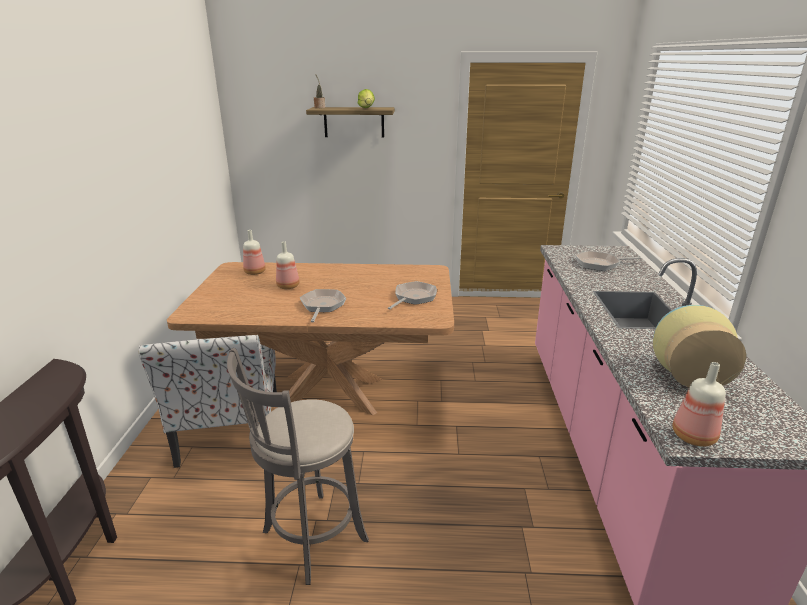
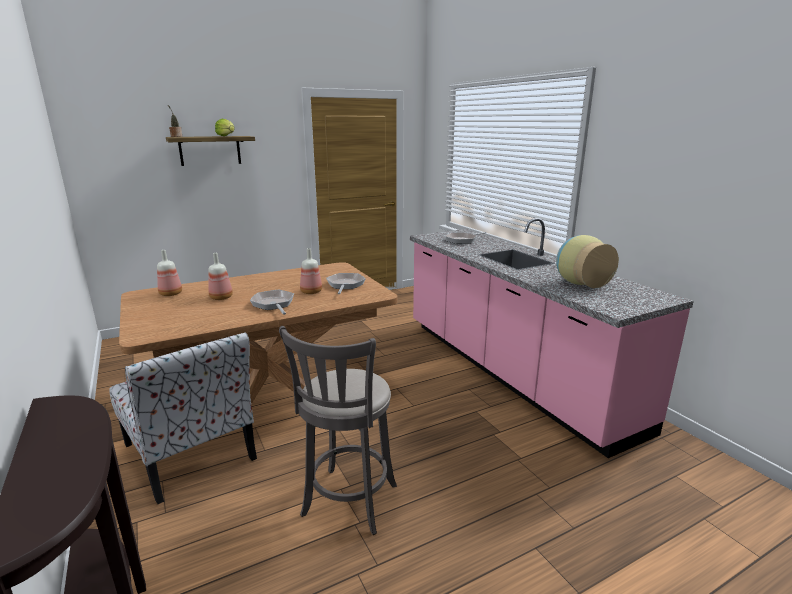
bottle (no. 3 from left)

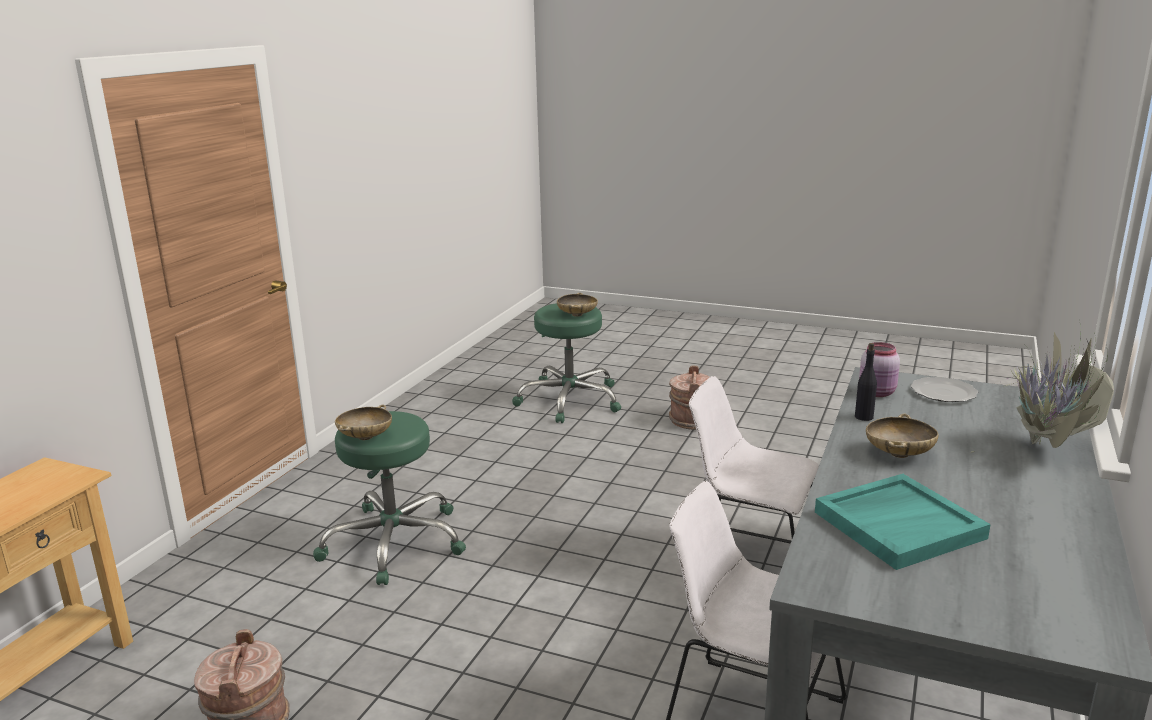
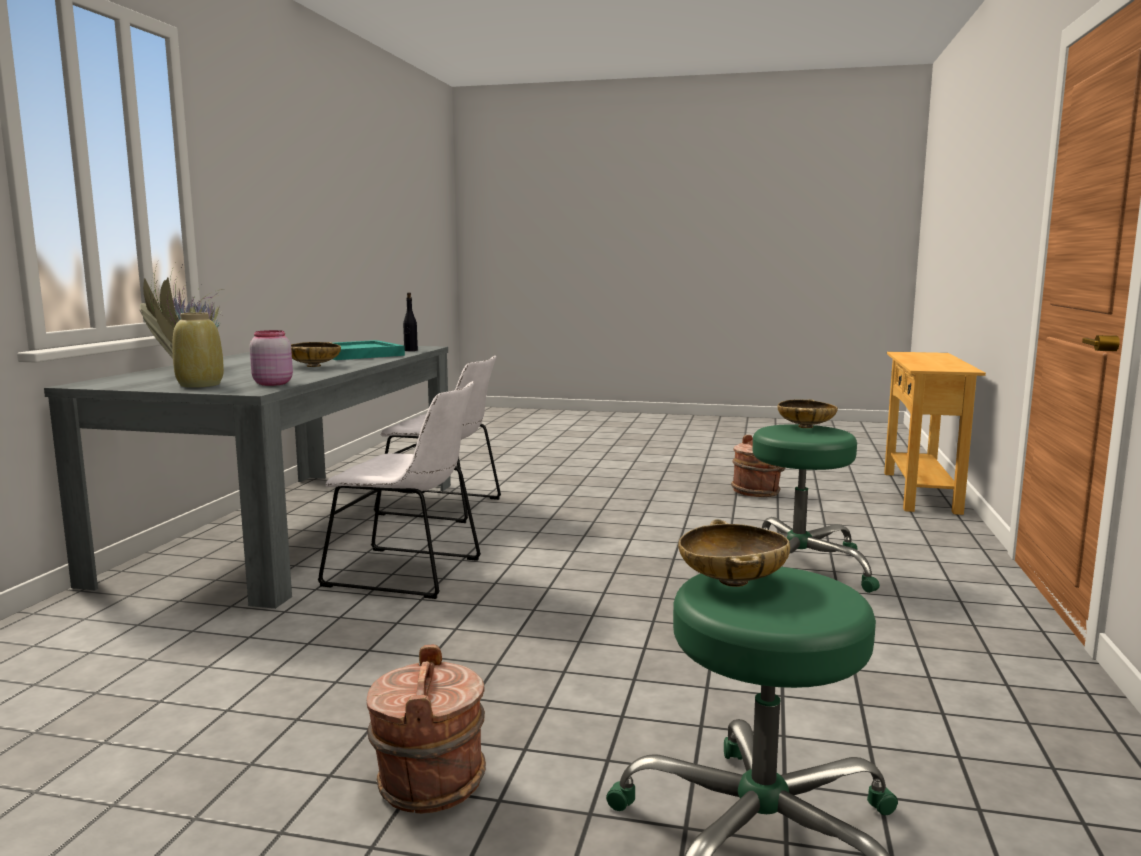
black bottle
beige vase

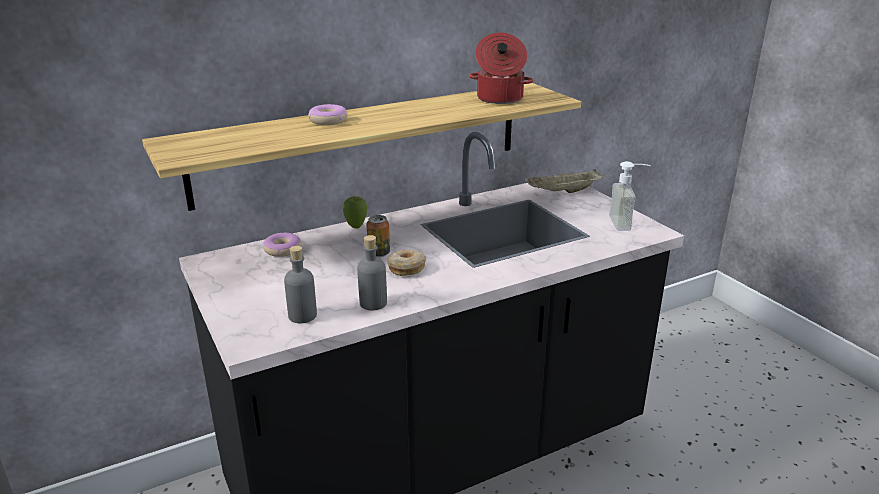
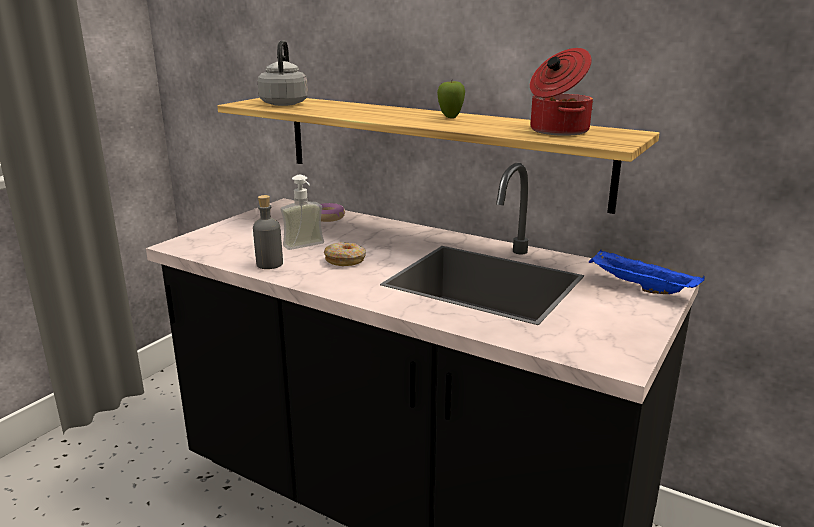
donut (no. 2 from left in the first image)
soap dispenser
blue tray
apple
can
grey bottle (no. 1 from left in the first image)
grey kettle

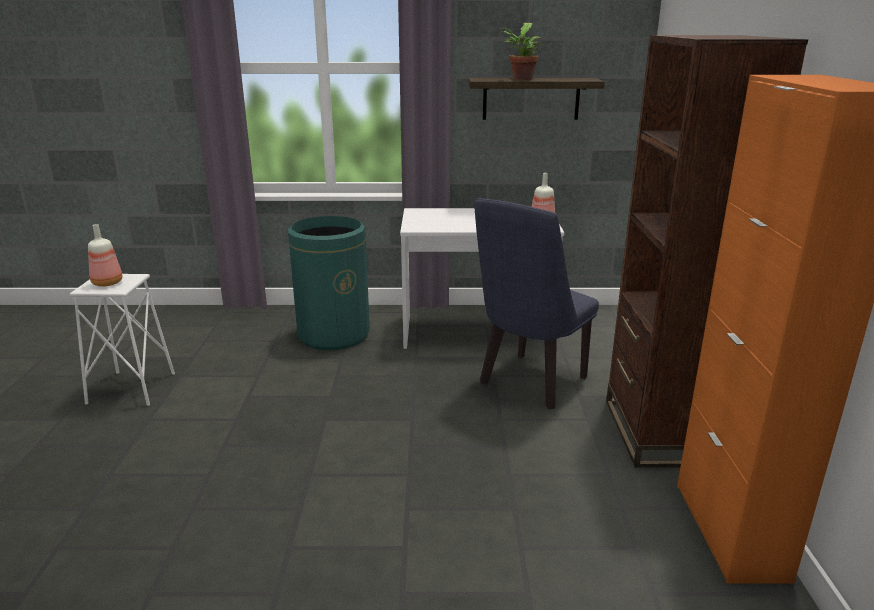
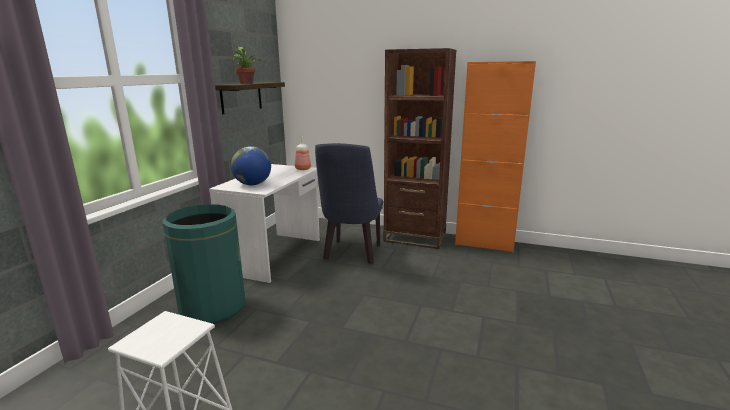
blue chair
bottle (no. 1 from left in the first image)
globe

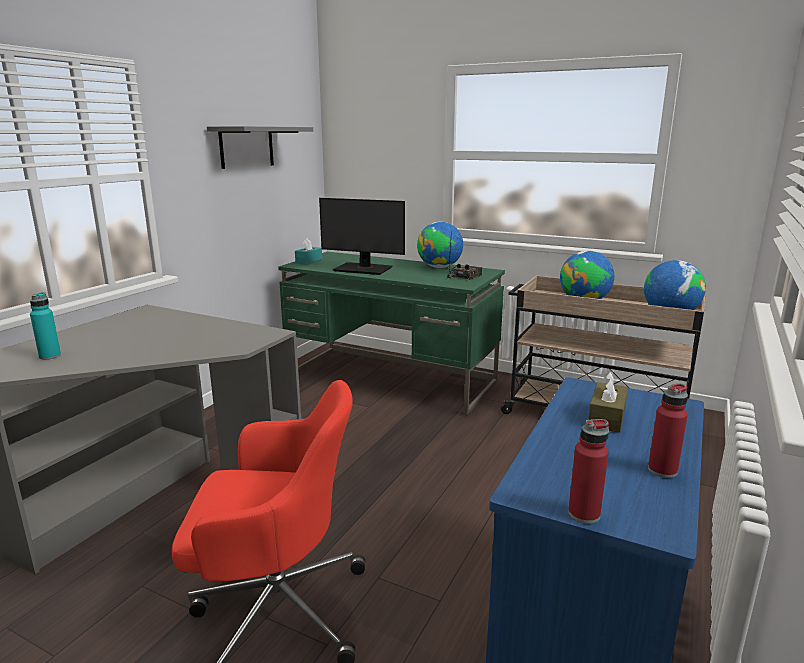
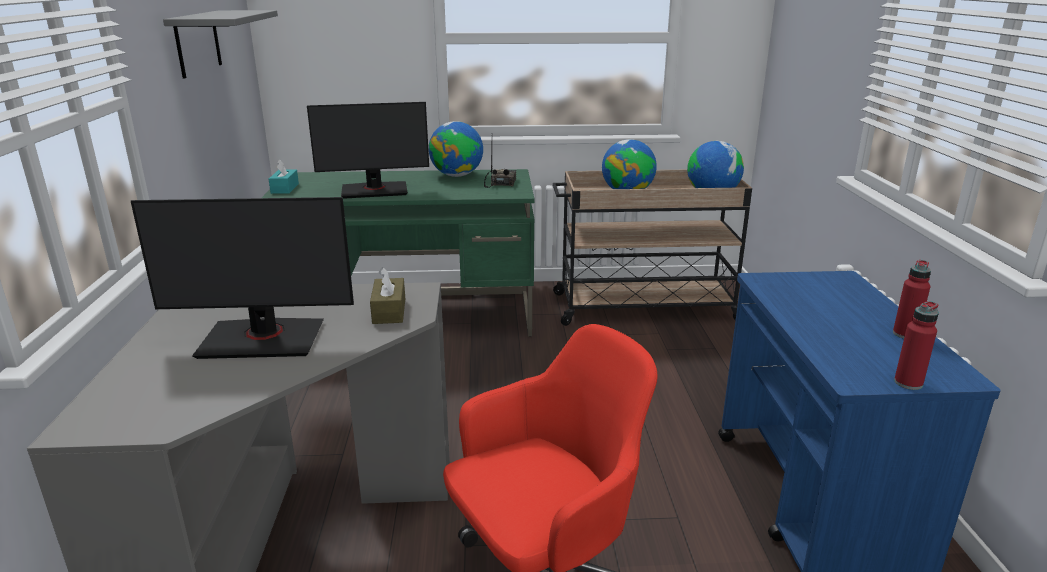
turquoise bottle
brown tissue box
monitor (no. 1 from left)

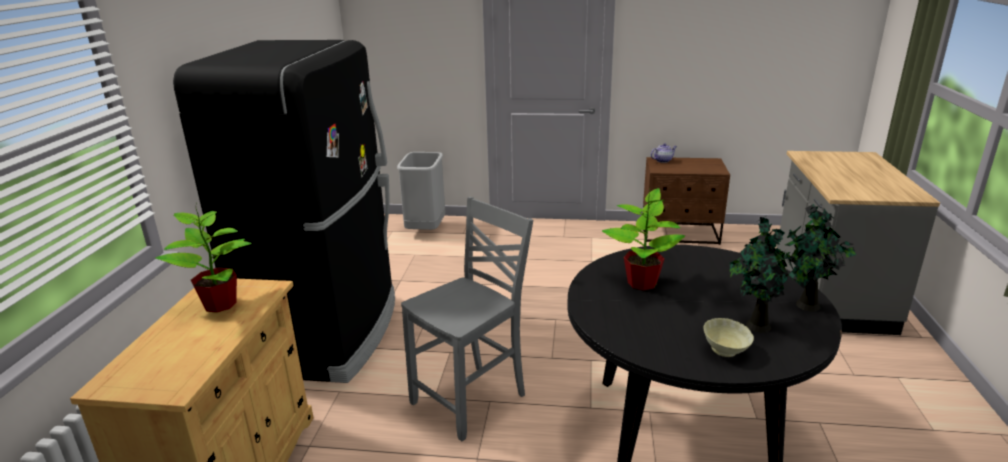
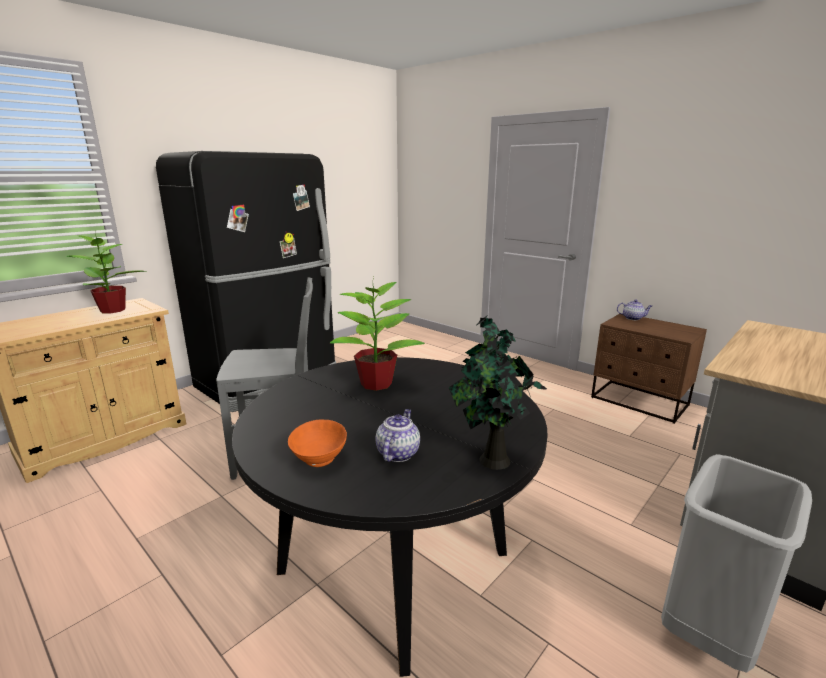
grey trash can
teapot (no. 1 from left)
orange bowl

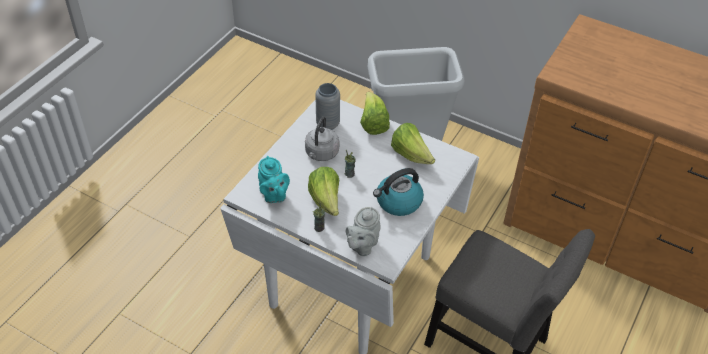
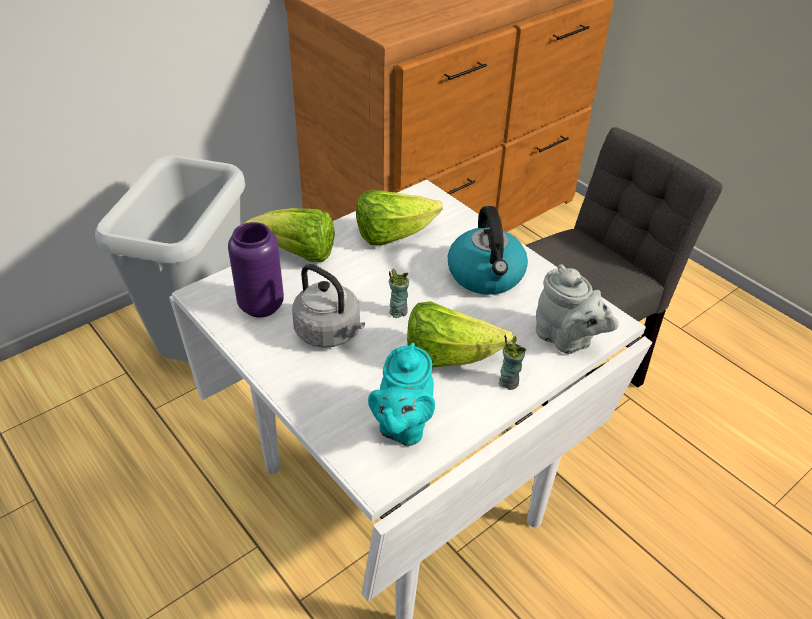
purple vase
turquoise teapot

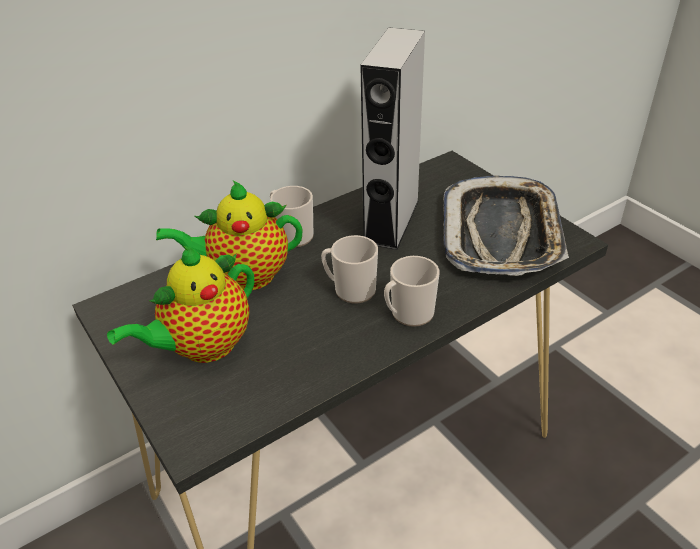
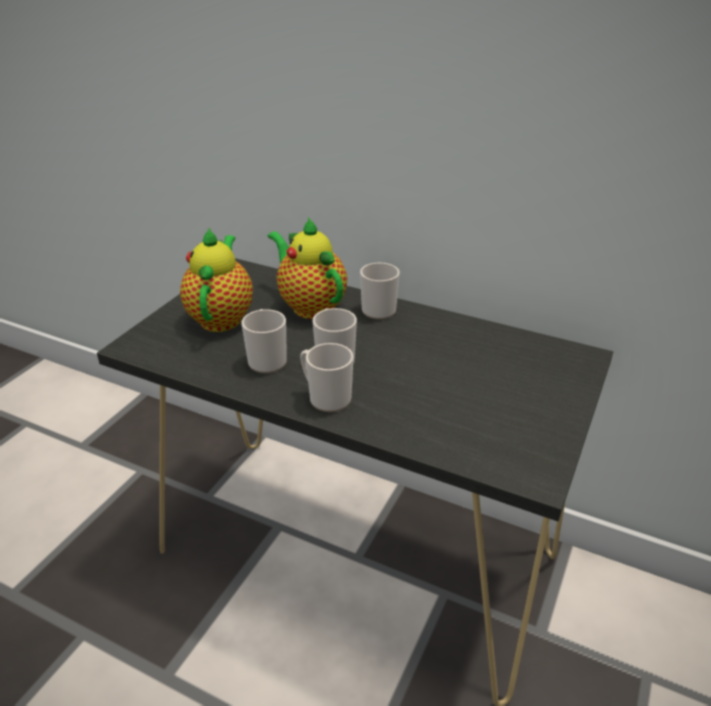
grey speaker
tray
teapot (no. 1 from left)
mug (no. 1 from left)

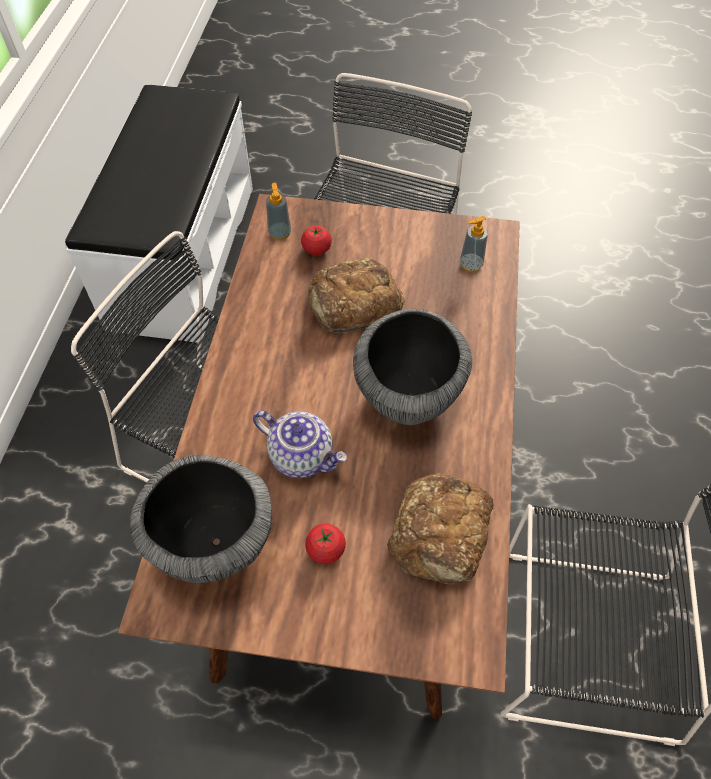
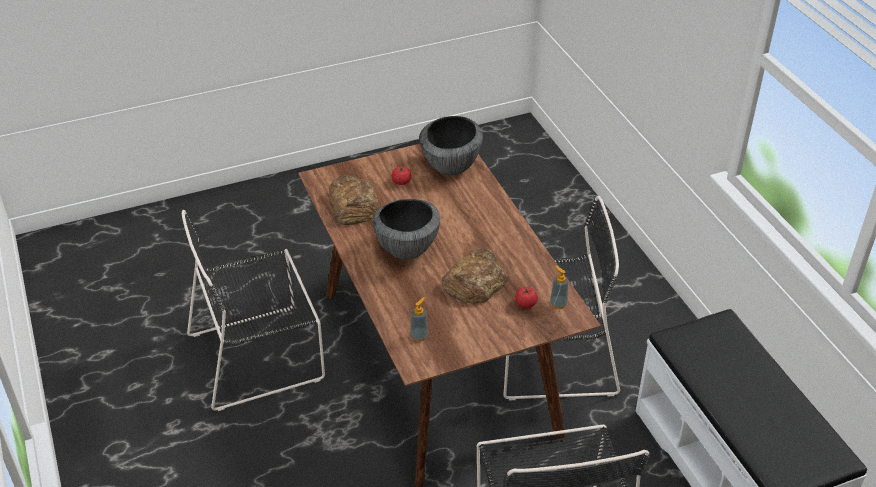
teapot

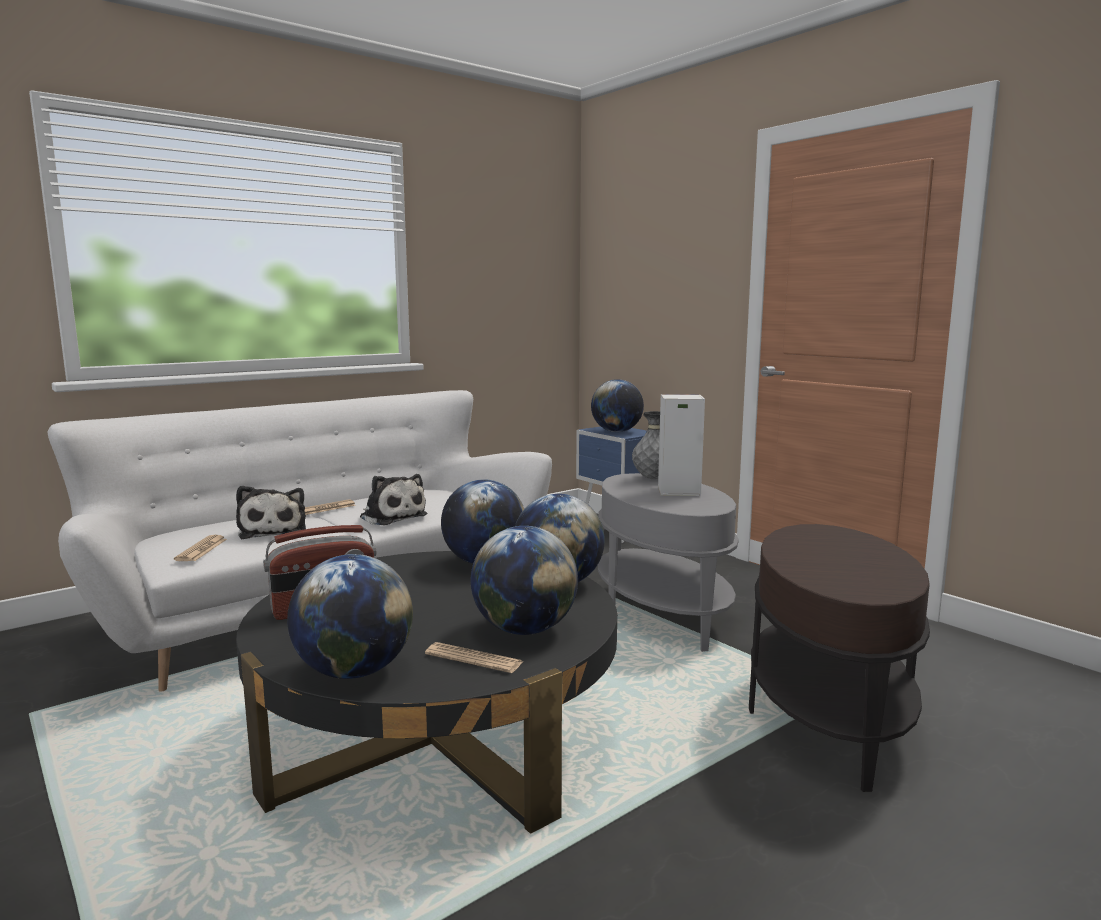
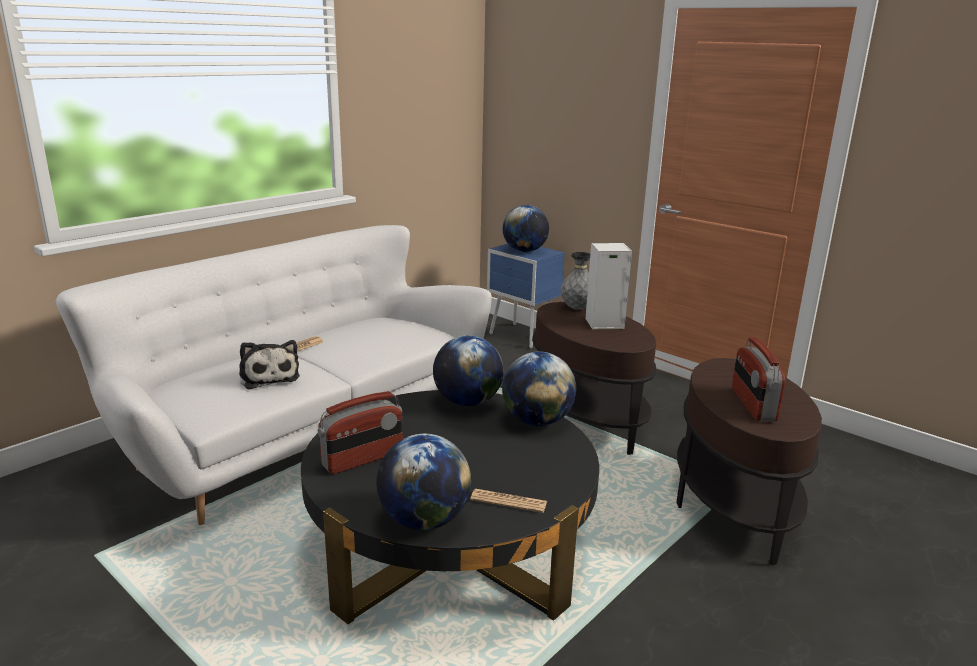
brown side table (no. 1 from left)
plush toy (no. 2 from left in the first image)
globe (no. 3 from left in the first image)
newspaper (no. 1 from left in the first image)
radio (no. 2 from left)

